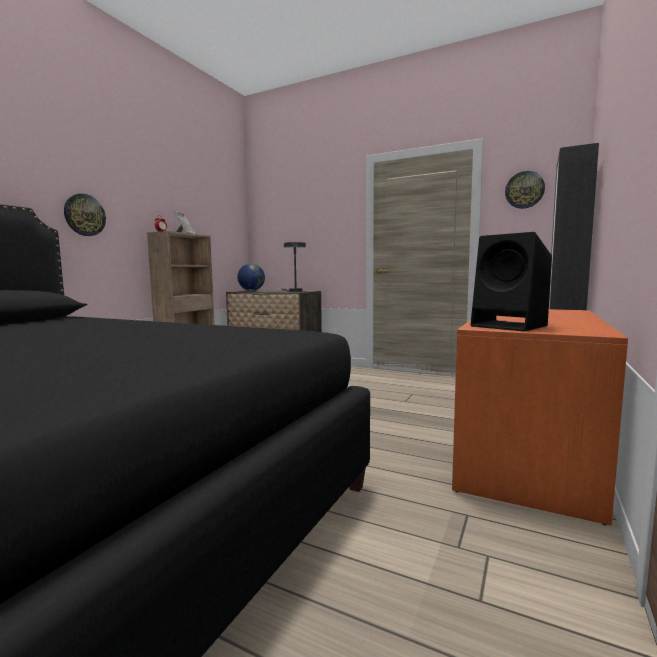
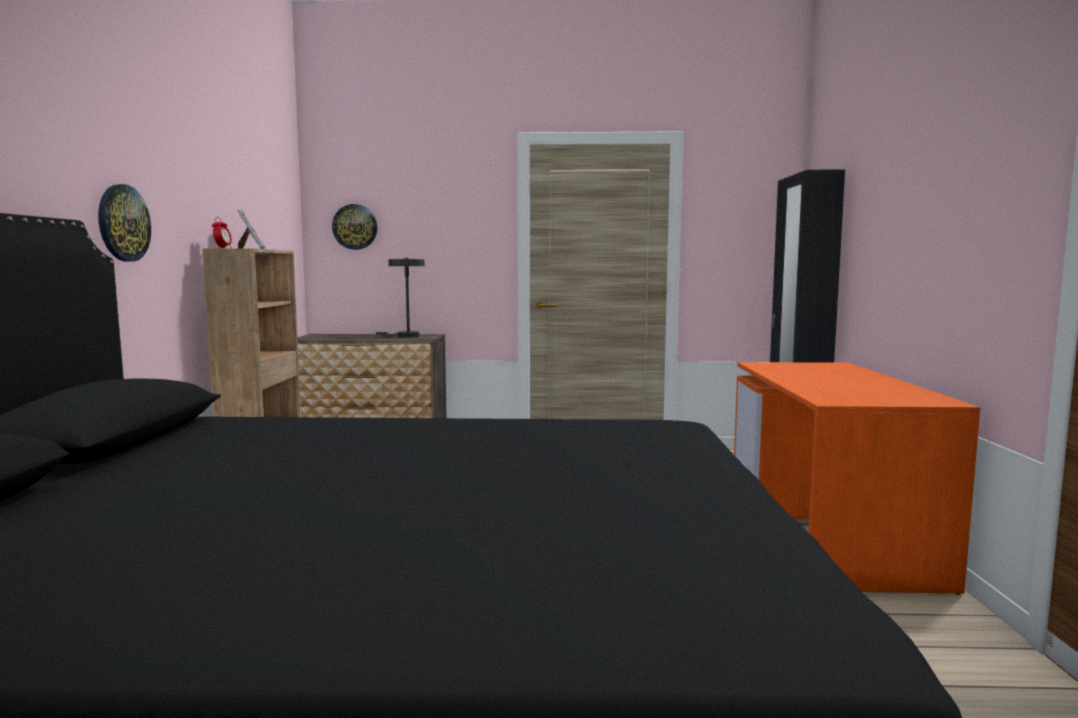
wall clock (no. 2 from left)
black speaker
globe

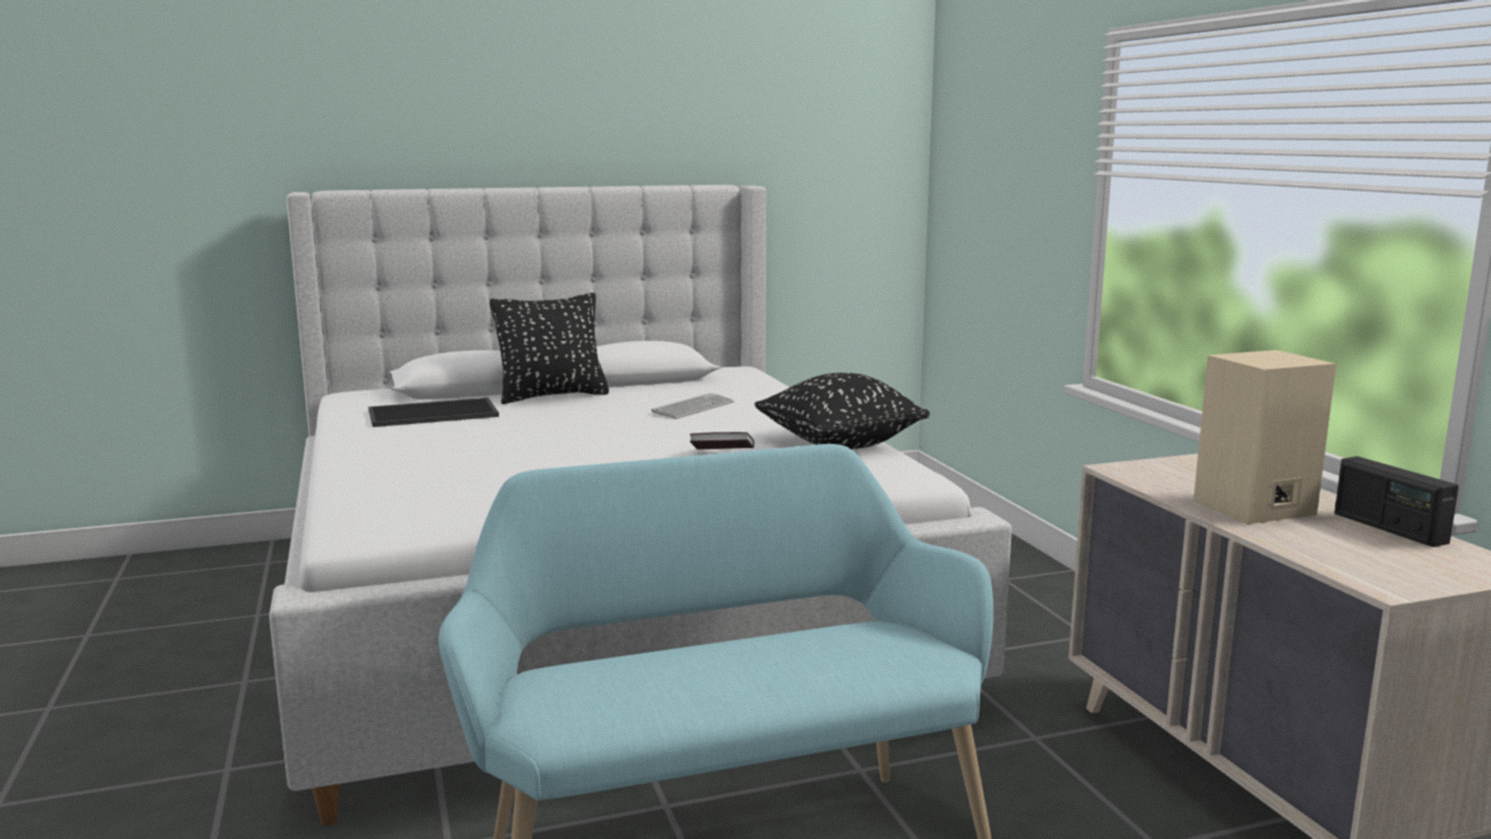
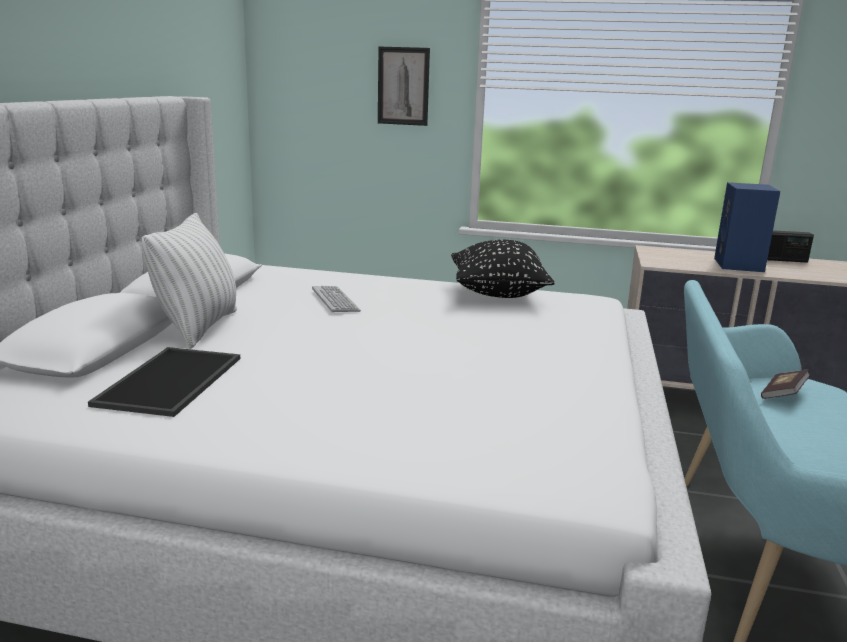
white pillow
blue speaker
book
picture

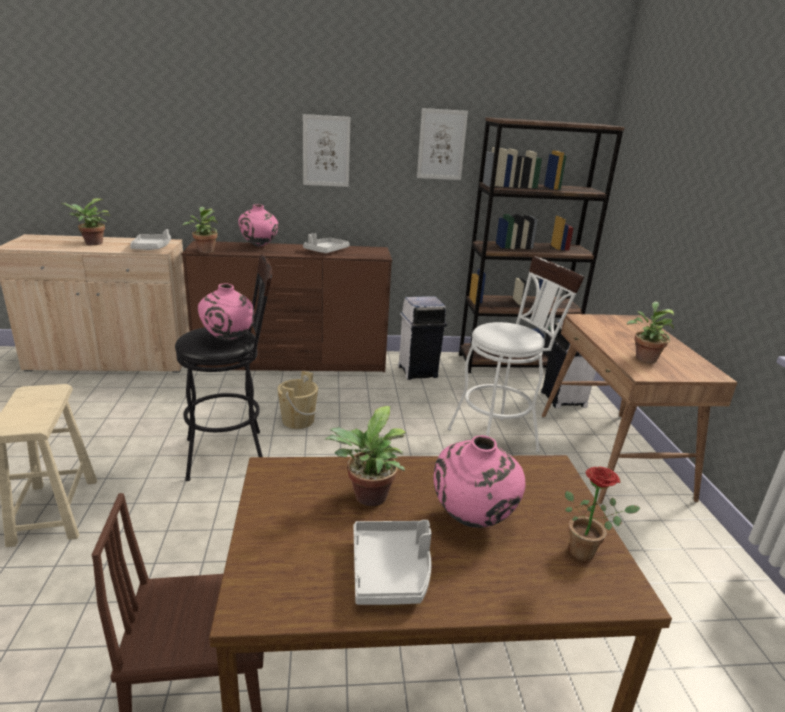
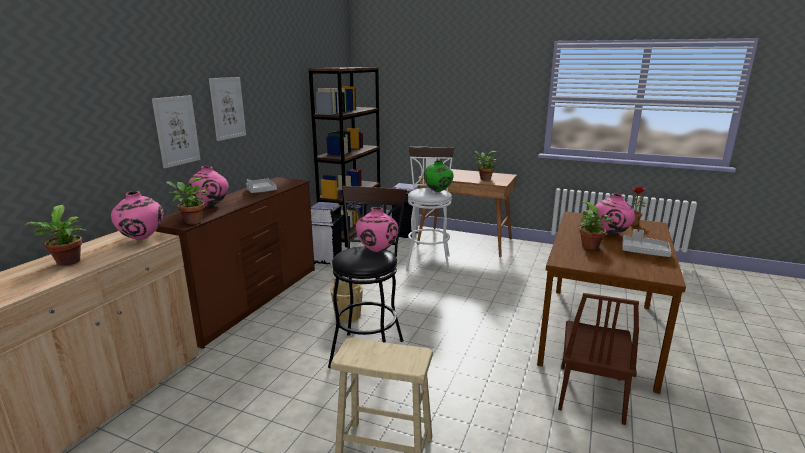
picture (no. 1 from left)
pink vase (no. 1 from left)
green vase

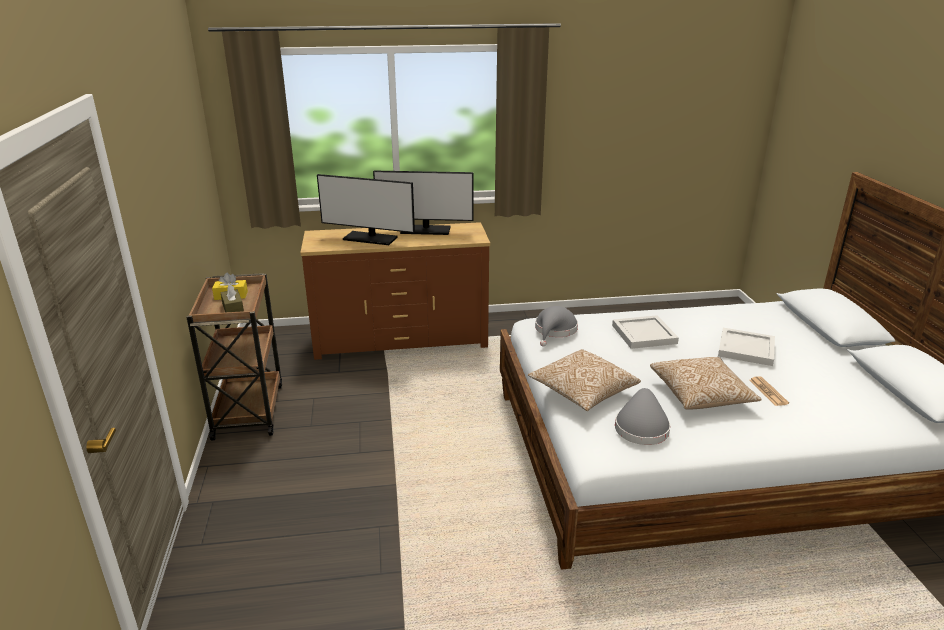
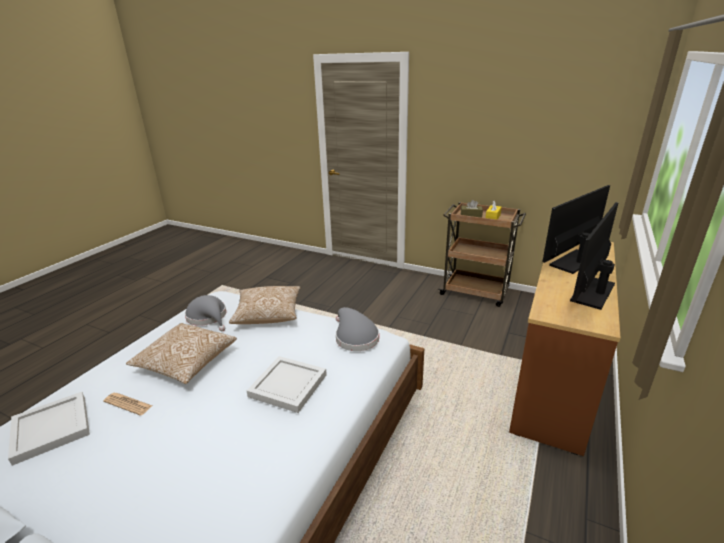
white tray (no. 1 from left)

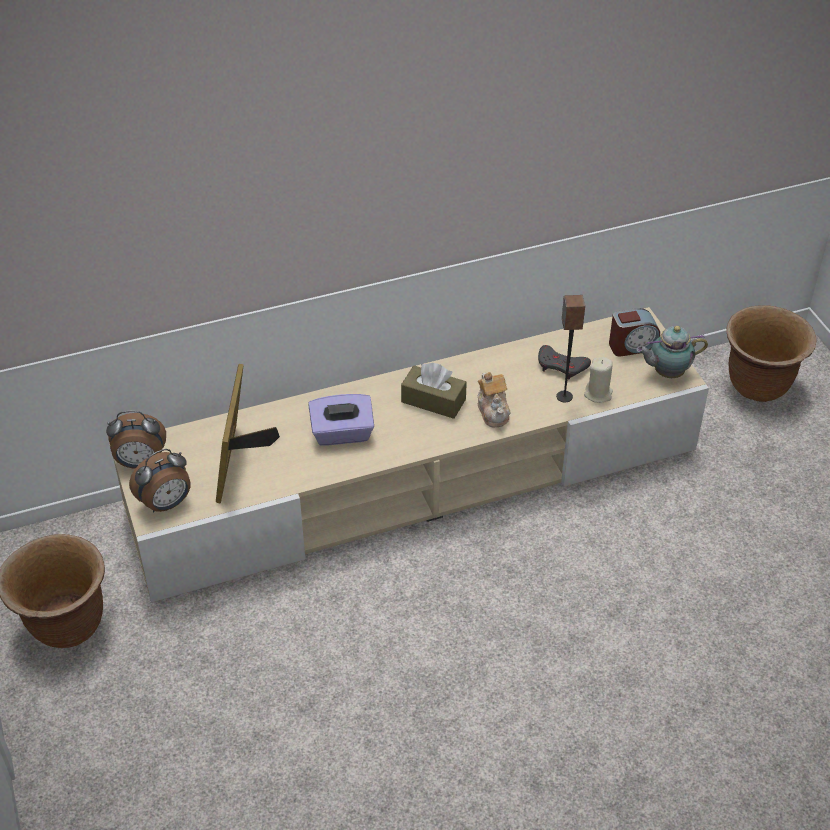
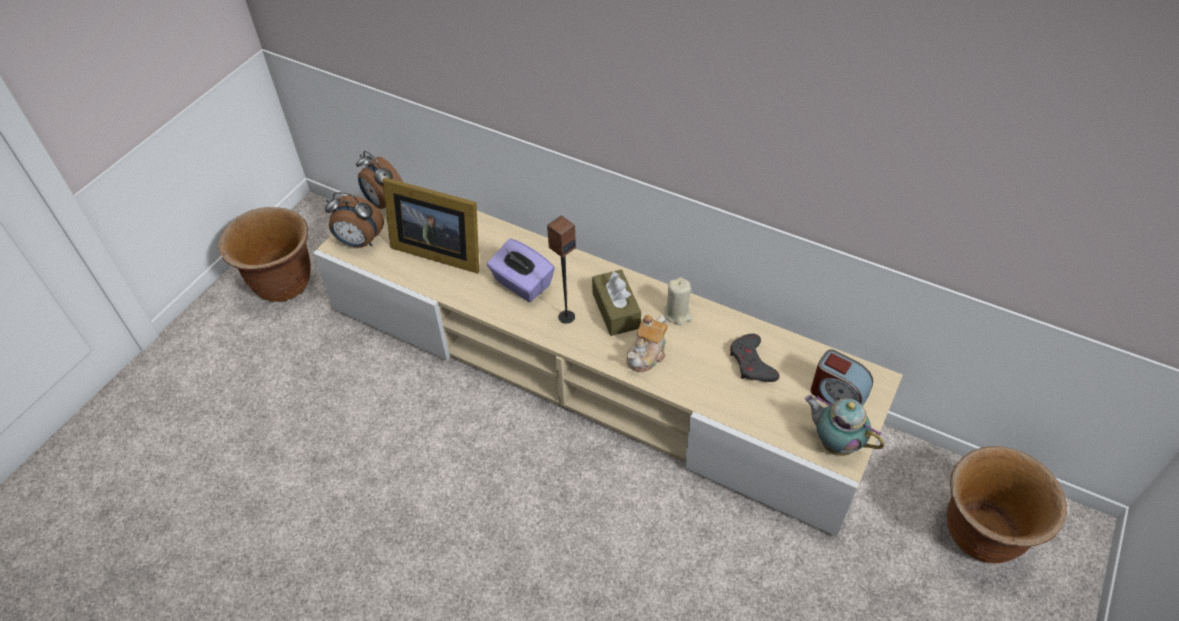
speaker
beige candle
picture frame

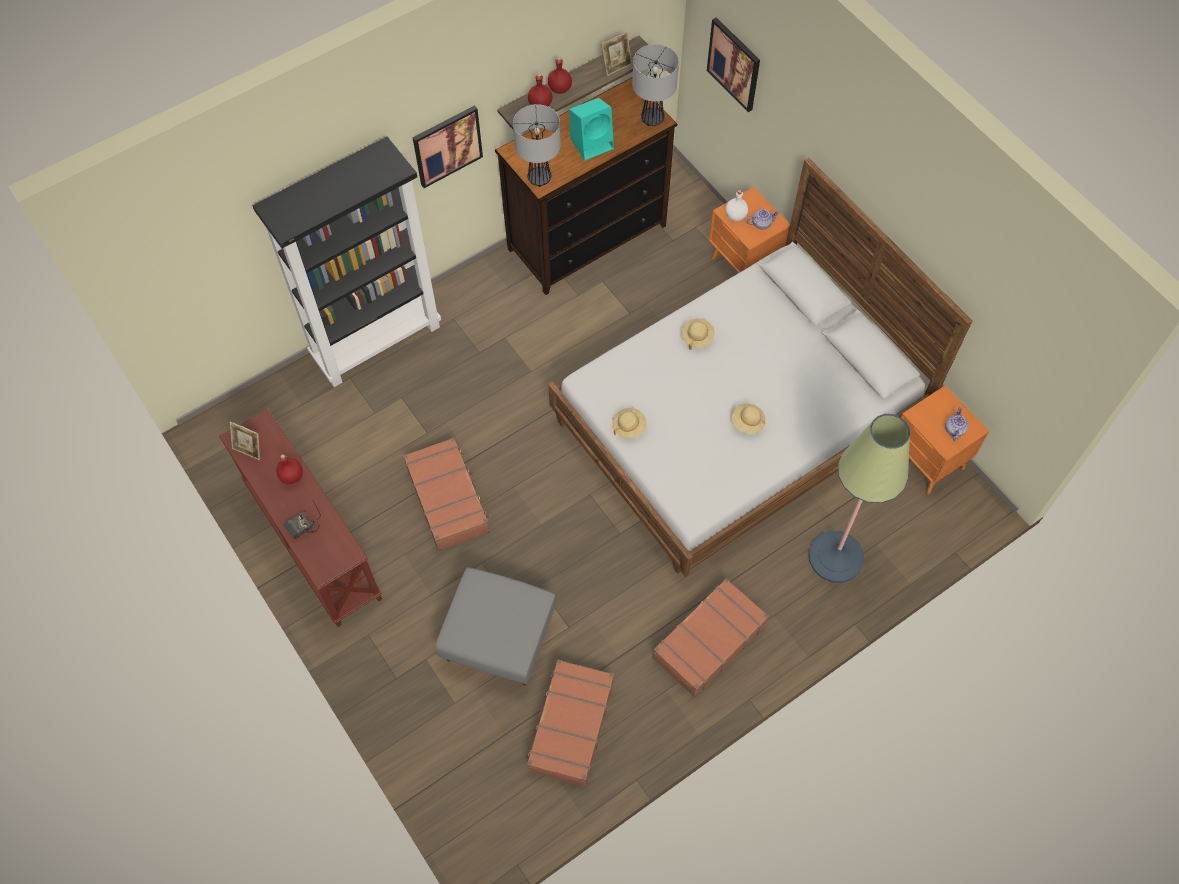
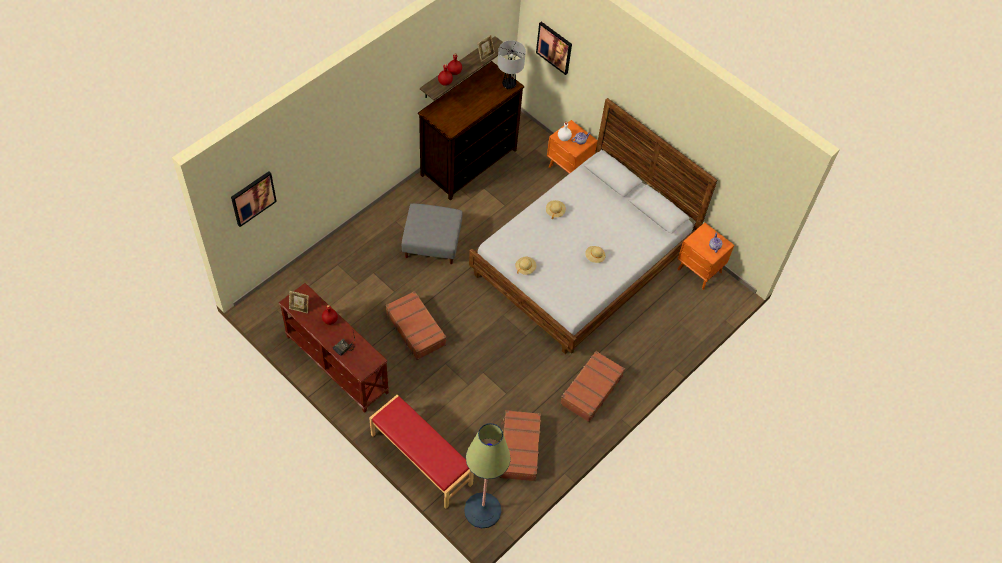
turquoise speaker
table lamp (no. 1 from left in the first image)
picture (no. 1 from left)
black bookcase
floor lamp
grey ottoman
red bench

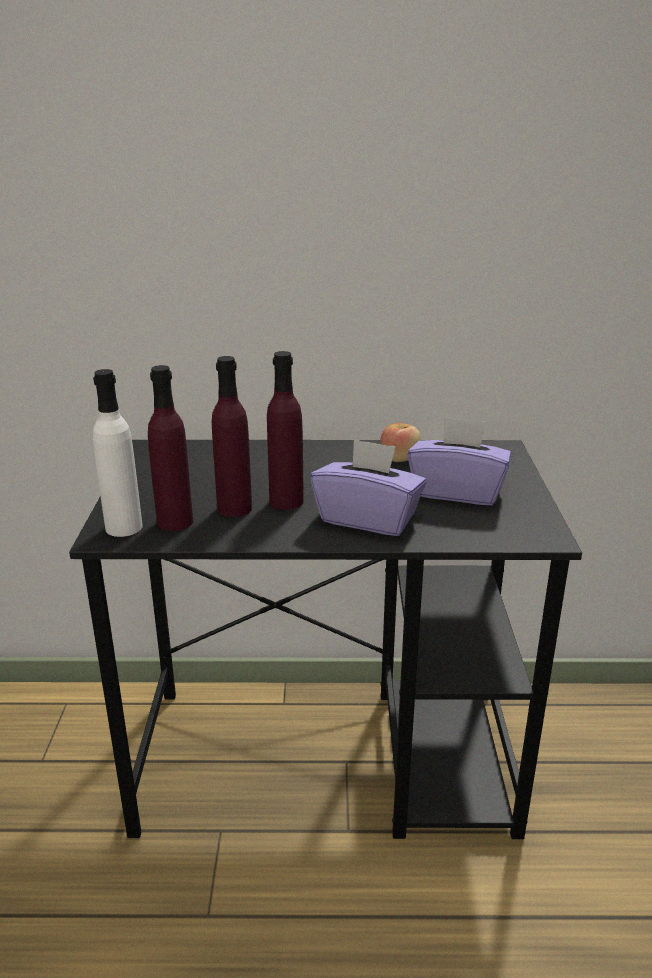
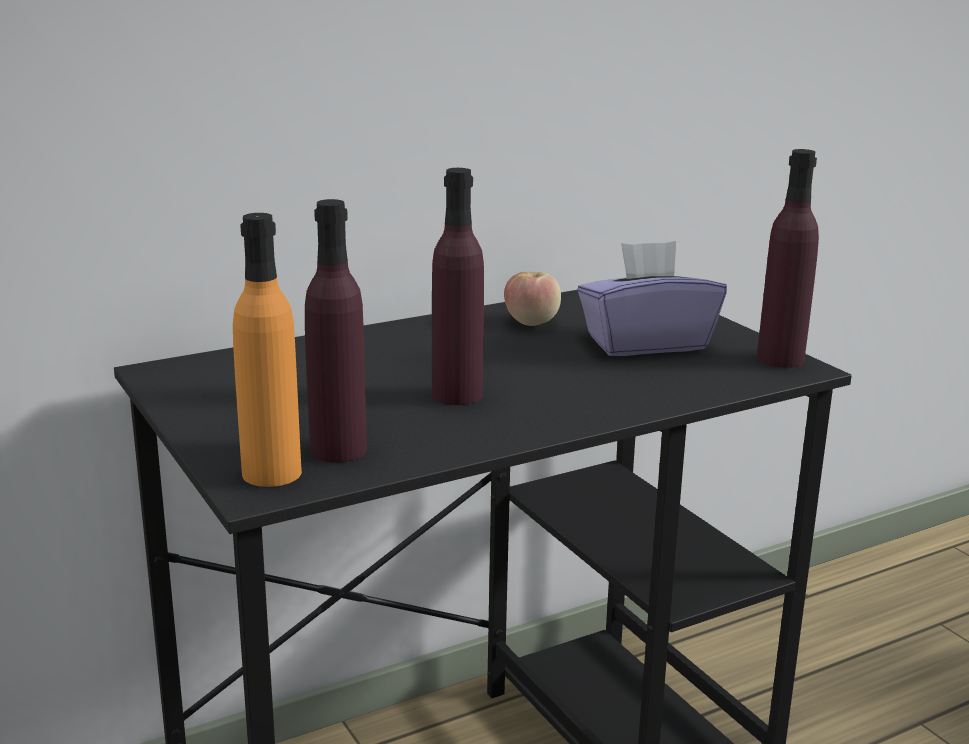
purple bottle (no. 3 from left)
orange bottle
purple tissue box (no. 1 from left in the first image)

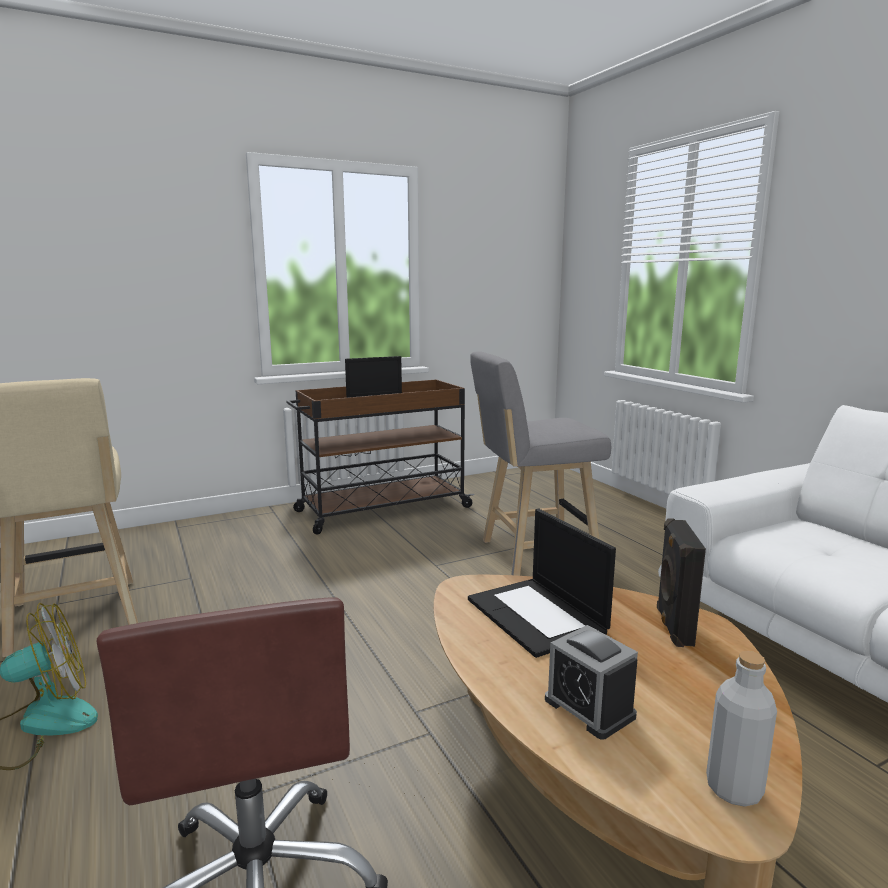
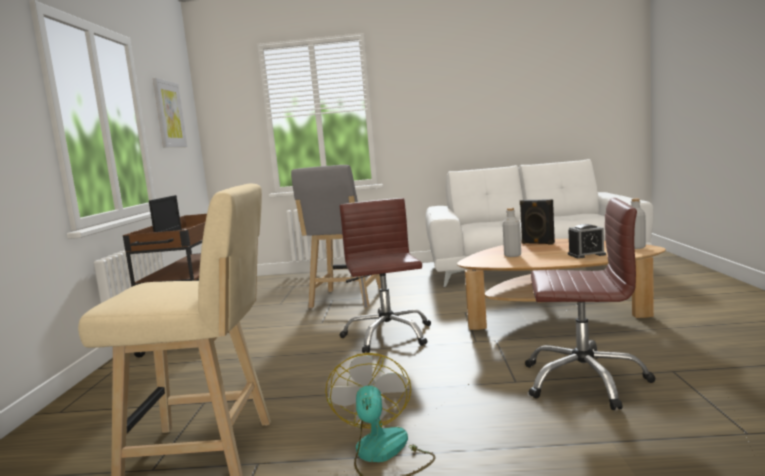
grey bottle (no. 1 from left)
picture
brown office chair (no. 1 from left)

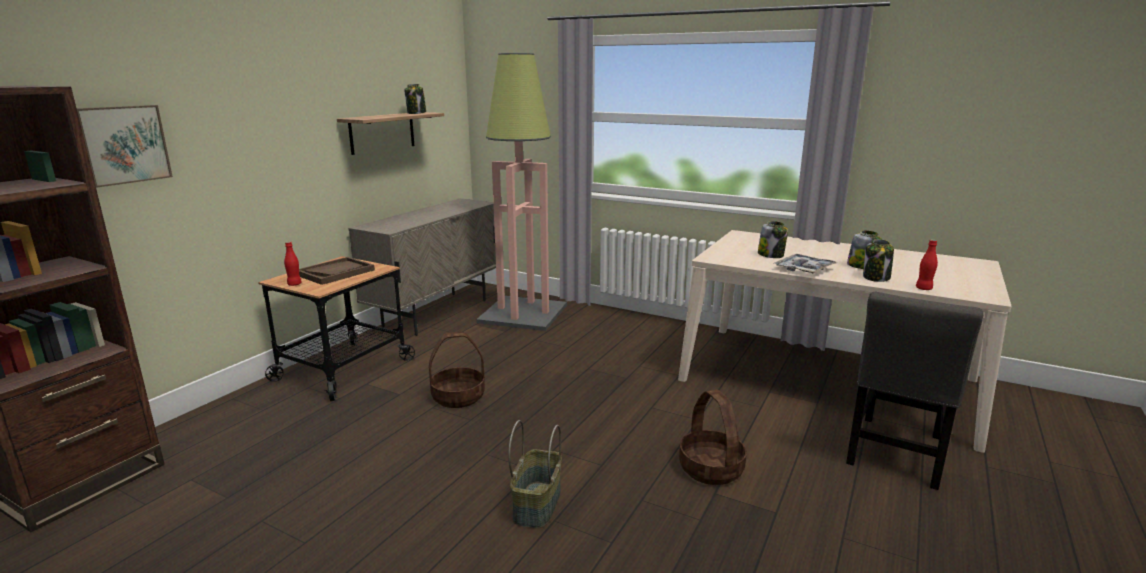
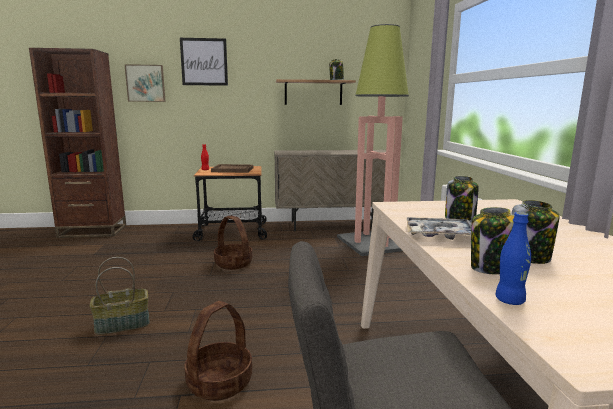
blue bottle
picture (no. 2 from left)

